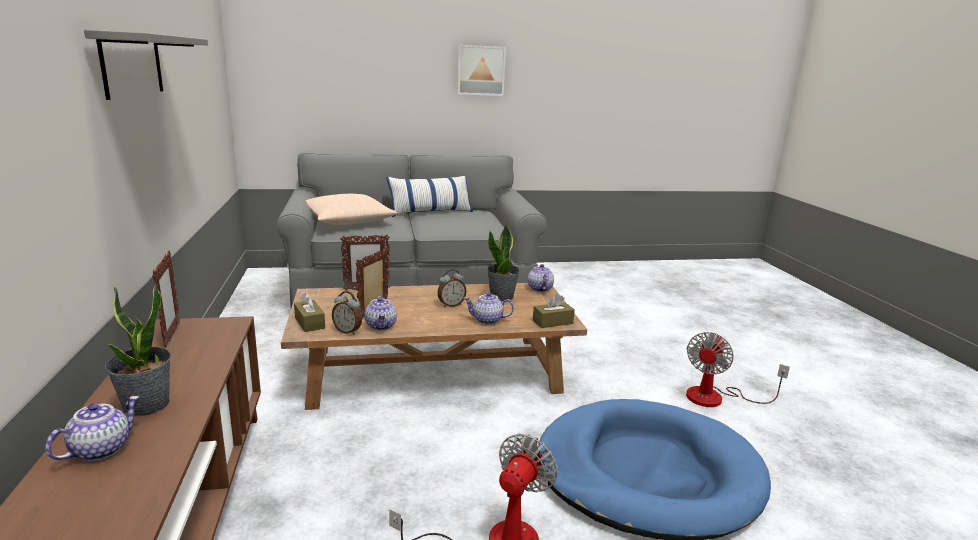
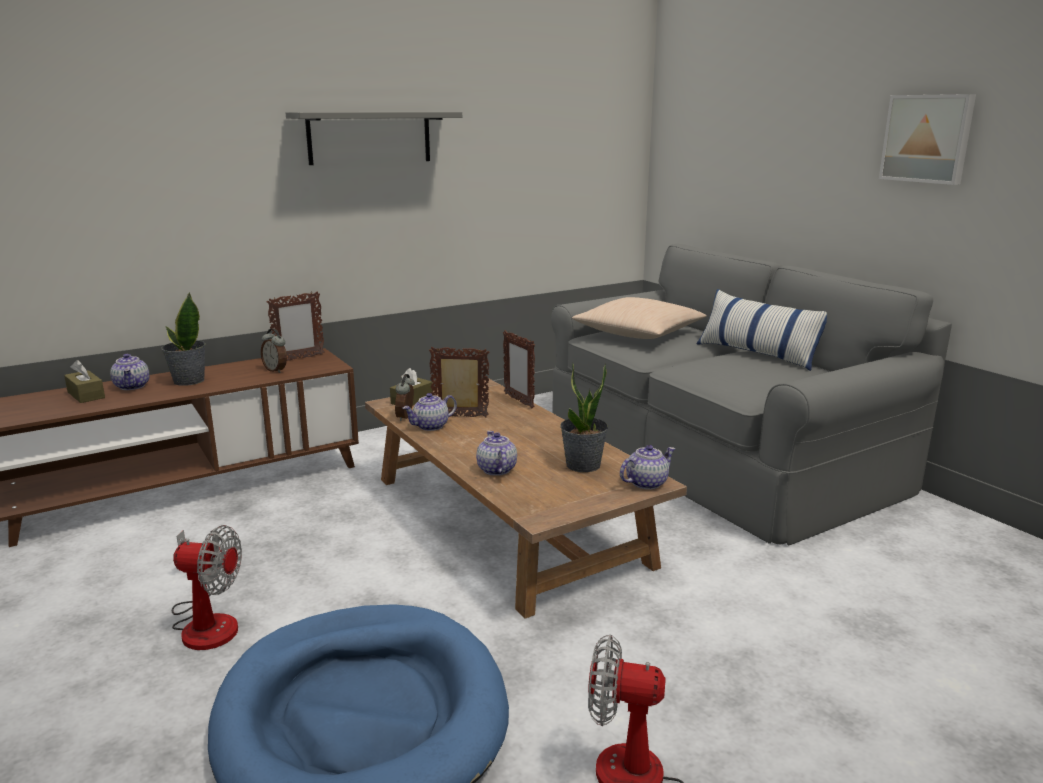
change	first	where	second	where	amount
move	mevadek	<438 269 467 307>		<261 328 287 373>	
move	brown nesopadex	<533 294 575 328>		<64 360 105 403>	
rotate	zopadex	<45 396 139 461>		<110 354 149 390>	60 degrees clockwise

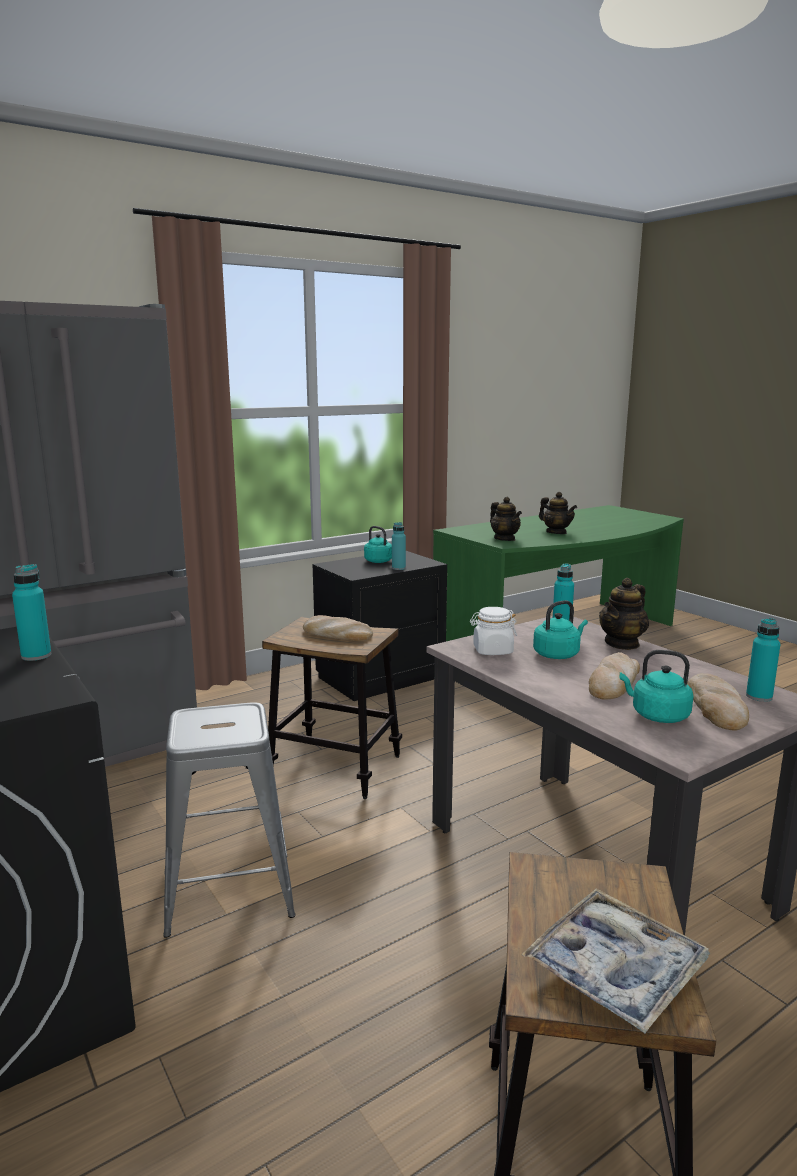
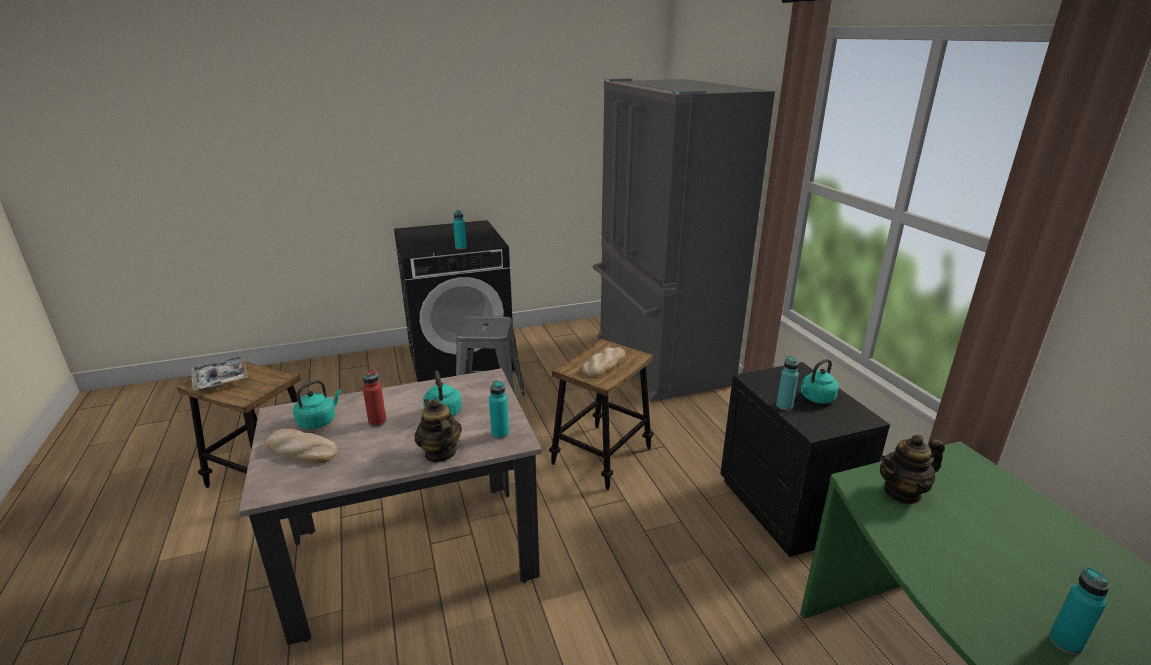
change	first	where	second	where	amount
delete	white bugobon	<470 607 517 655>			
delete	zopadex	<539 492 577 534>			
move	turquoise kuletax	<746 618 781 702>		<1049 567 1109 655>	
replace	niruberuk	<589 652 640 700>	red kuletax	<363 369 387 427>	

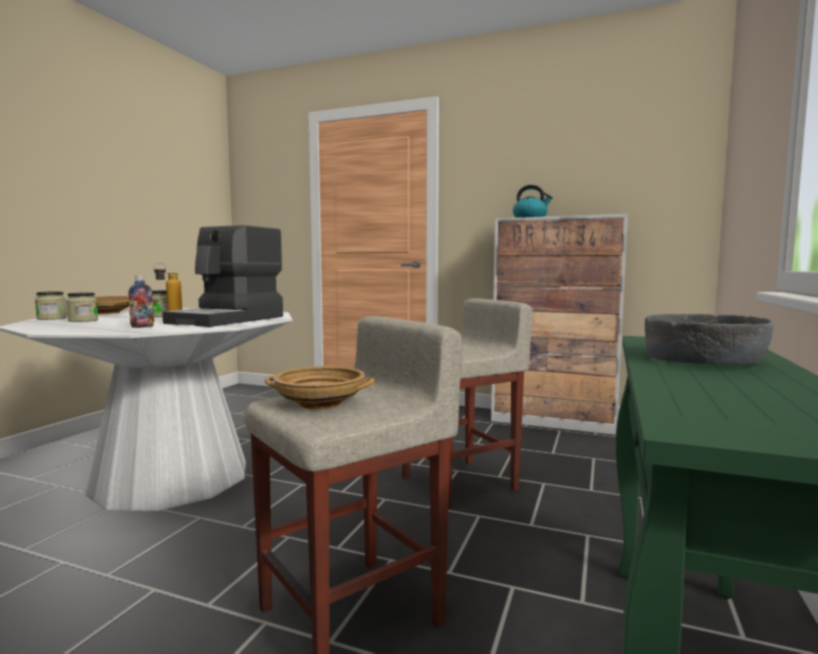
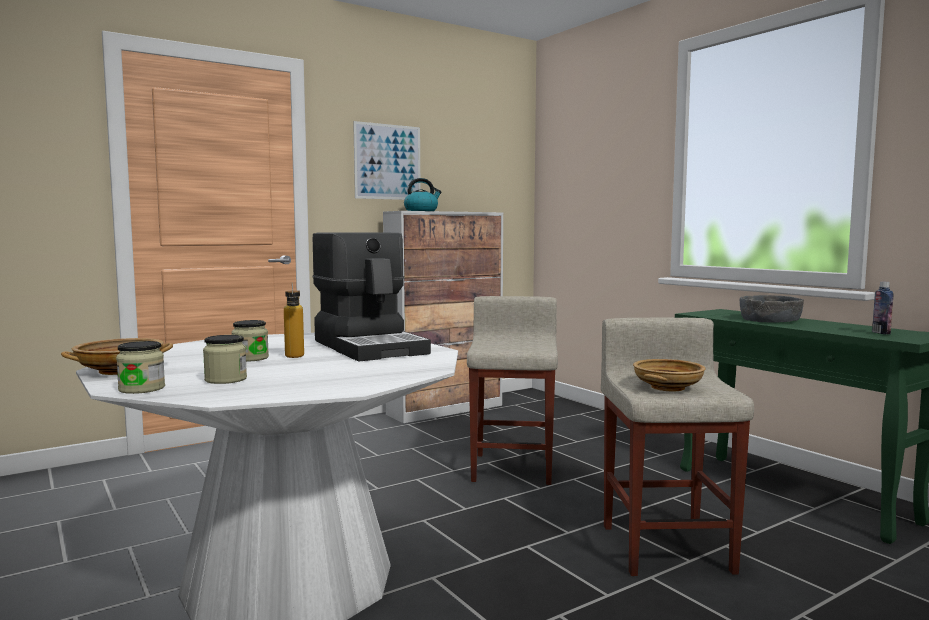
change	first	where	second	where	amount
insert			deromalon	<353 121 421 200>	
move	kuletax	<128 275 154 328>		<872 282 894 334>	

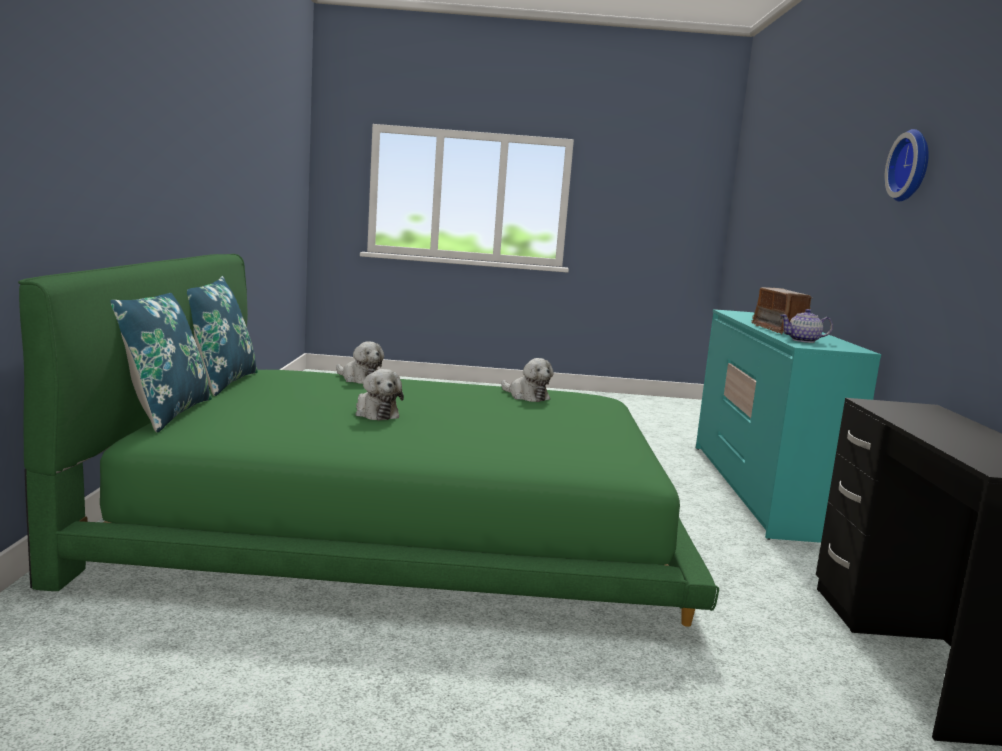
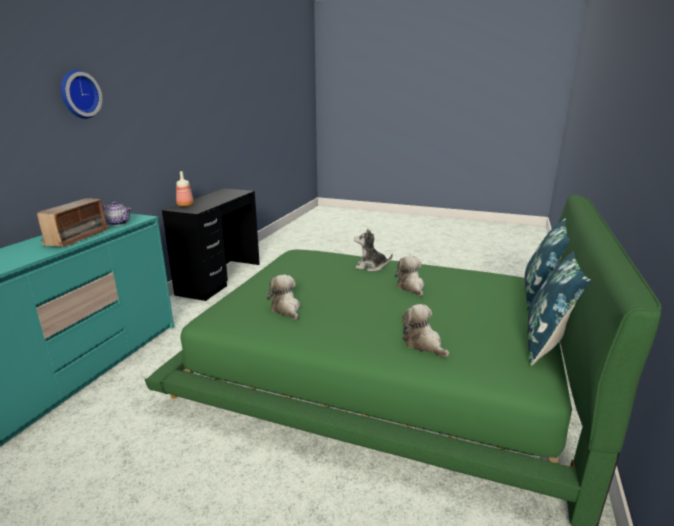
change	first	where	second	where	amount
insert			kuletax	<176 171 194 207>	
insert			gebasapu	<354 229 393 272>	

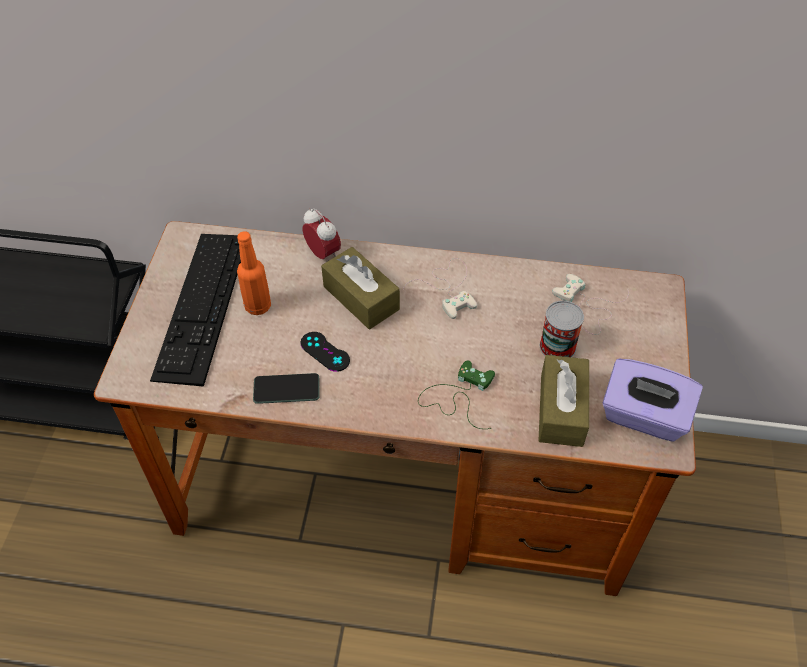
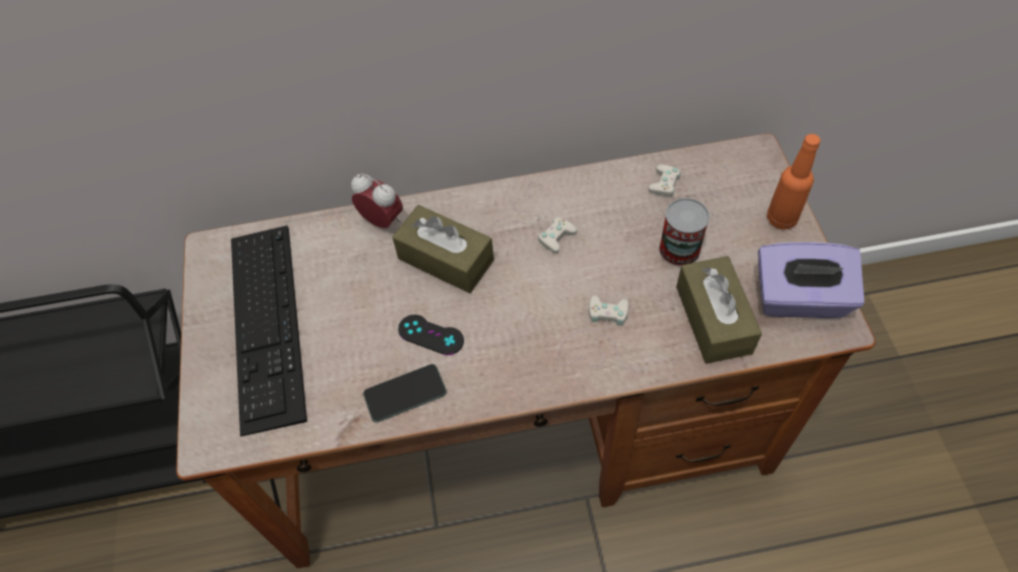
change	first	where	second	where	amount
move	orange kuletax	<237 231 271 315>		<767 134 821 230>	
recolor	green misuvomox	<418 360 495 429>	white misuvomox	<558 295 650 370>	

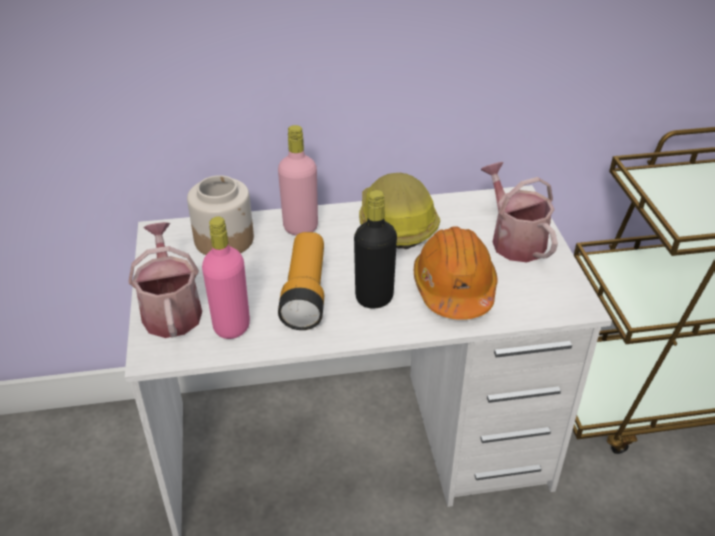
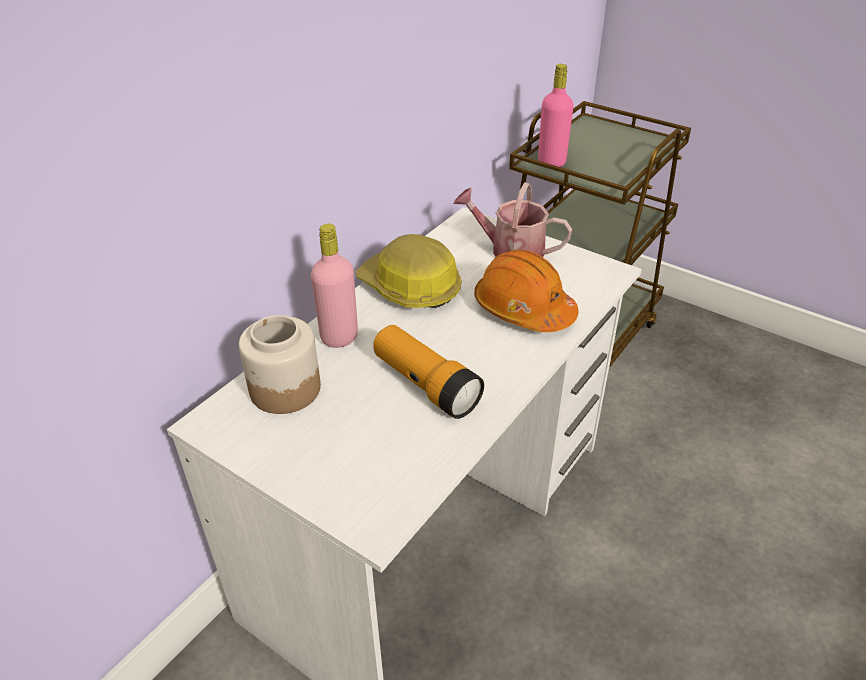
change	first	where	second	where	amount
delete	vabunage	<129 222 202 338>			
delete	black kuletax	<354 190 397 309>			
move	pink kuletax	<202 217 250 339>		<538 64 574 167>	

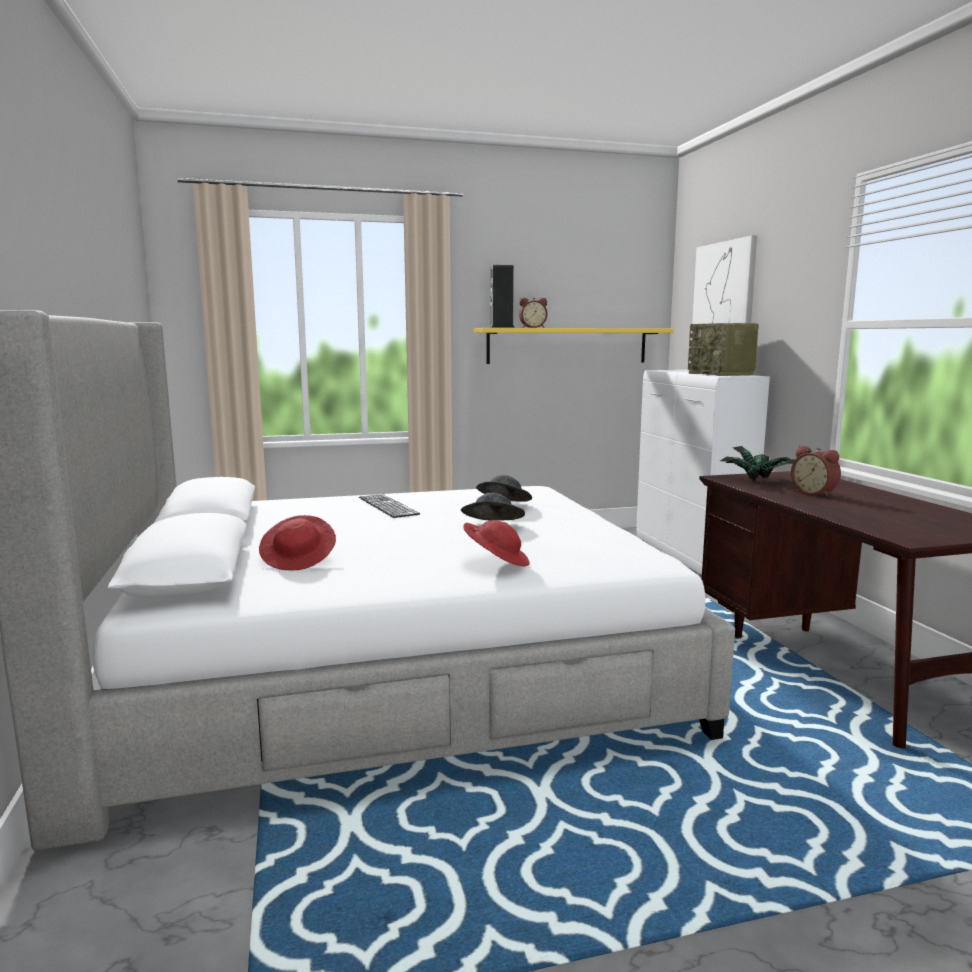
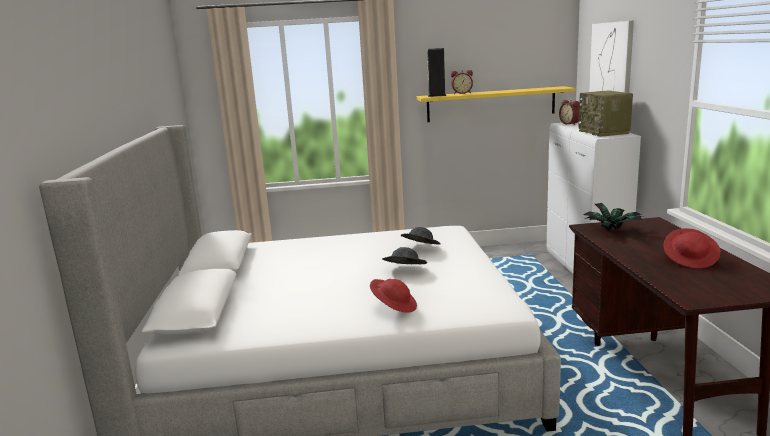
change	first	where	second	where	amount
delete	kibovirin	<359 494 420 518>			
move	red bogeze	<259 515 336 570>		<663 228 721 268>	
move	mevadek	<791 446 841 497>		<559 100 581 125>	

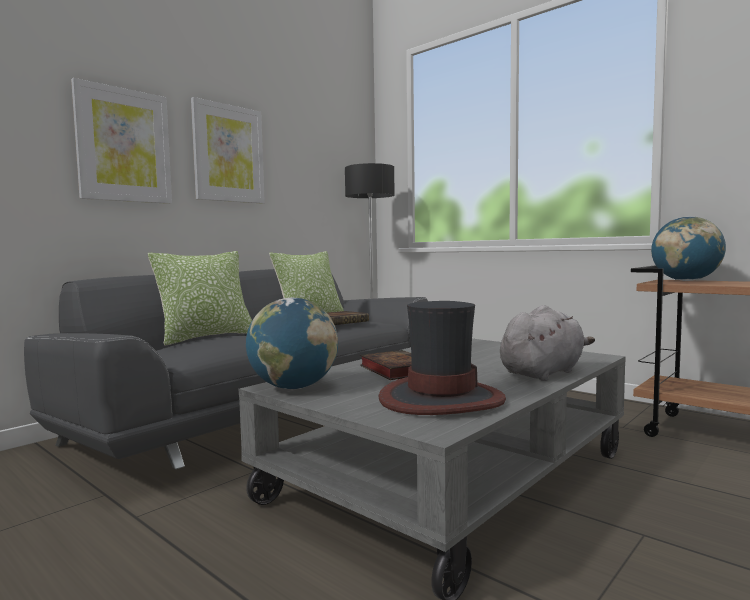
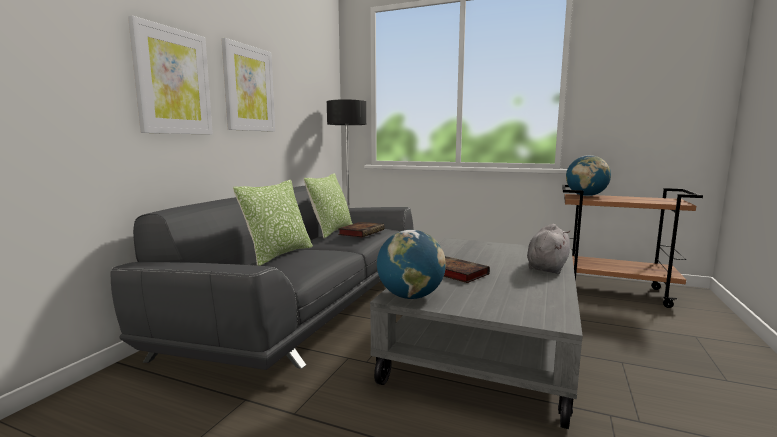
change	first	where	second	where	amount
delete	bogeze	<379 301 506 415>			

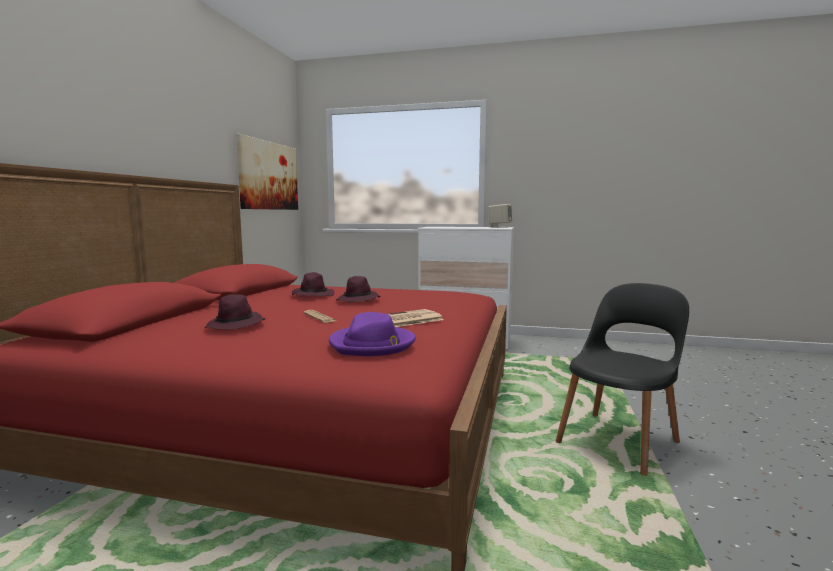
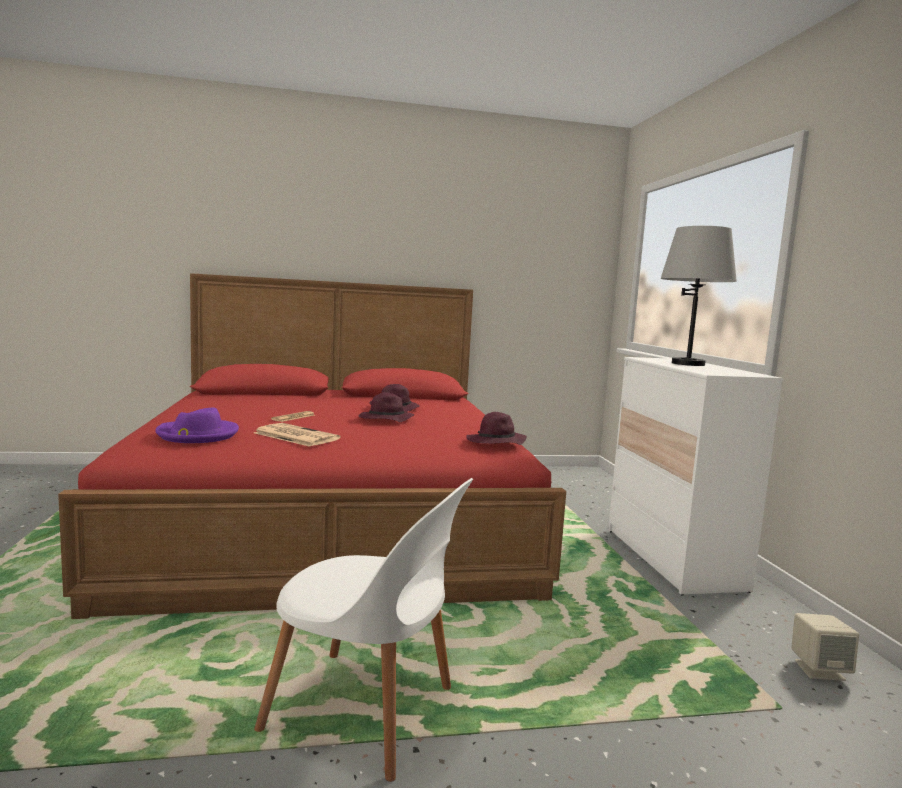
change	first	where	second	where	amount
delete	deromalon	<236 134 298 210>			
insert			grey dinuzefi	<660 226 737 366>	
move	purple bogeze	<205 294 266 330>		<466 412 527 445>	
move	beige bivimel	<489 204 512 228>		<791 613 859 681>	
recolor	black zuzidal	<556 283 689 476>	white zuzidal	<254 478 473 782>	

